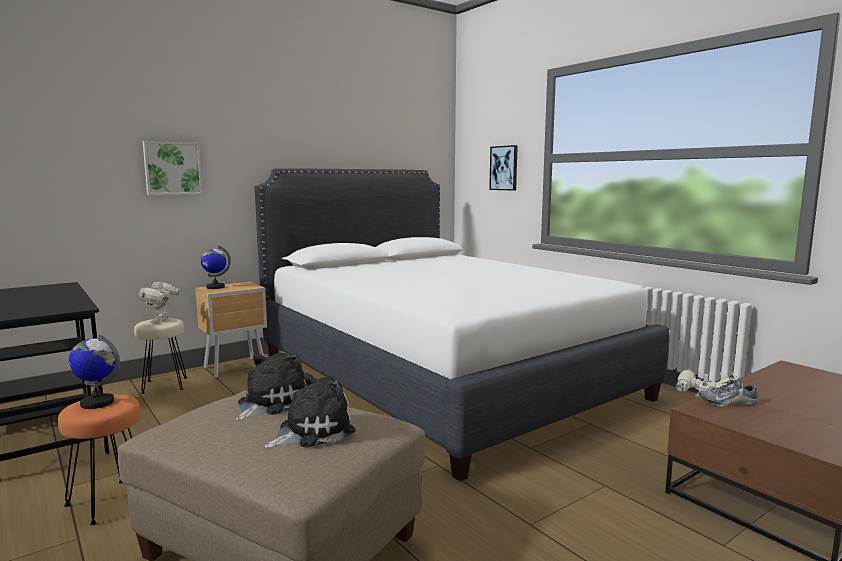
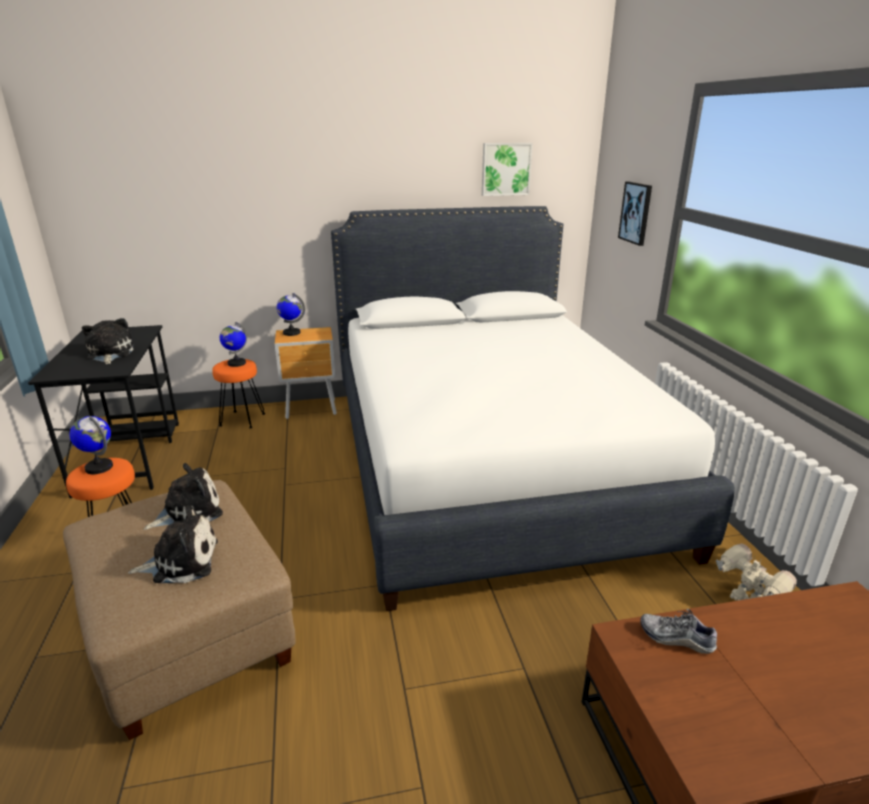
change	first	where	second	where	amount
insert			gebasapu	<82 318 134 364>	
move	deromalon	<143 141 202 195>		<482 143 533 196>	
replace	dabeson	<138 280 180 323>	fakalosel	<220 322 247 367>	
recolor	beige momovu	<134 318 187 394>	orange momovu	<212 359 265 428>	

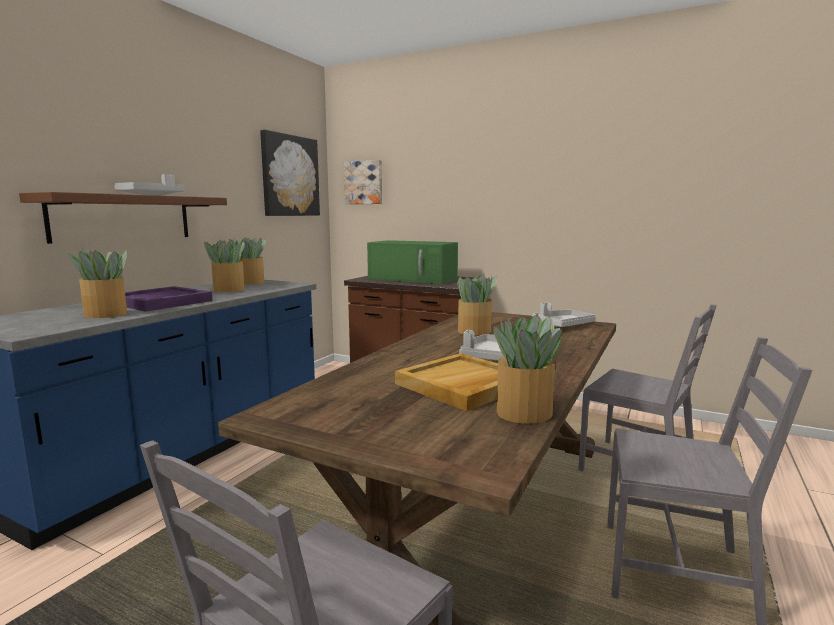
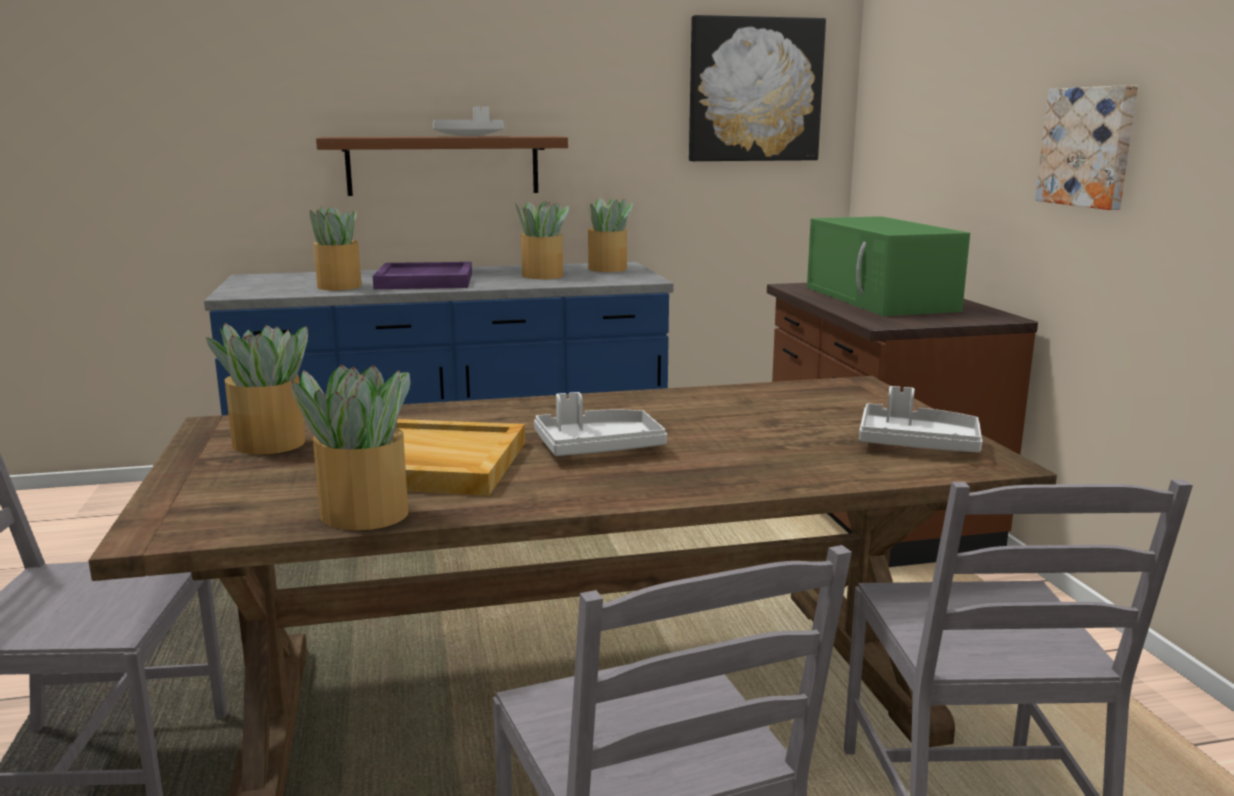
change	first	where	second	where	amount
move	deromalon	<344 160 382 204>		<1035 85 1138 210>	
move	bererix	<457 274 497 335>		<206 323 308 454>	

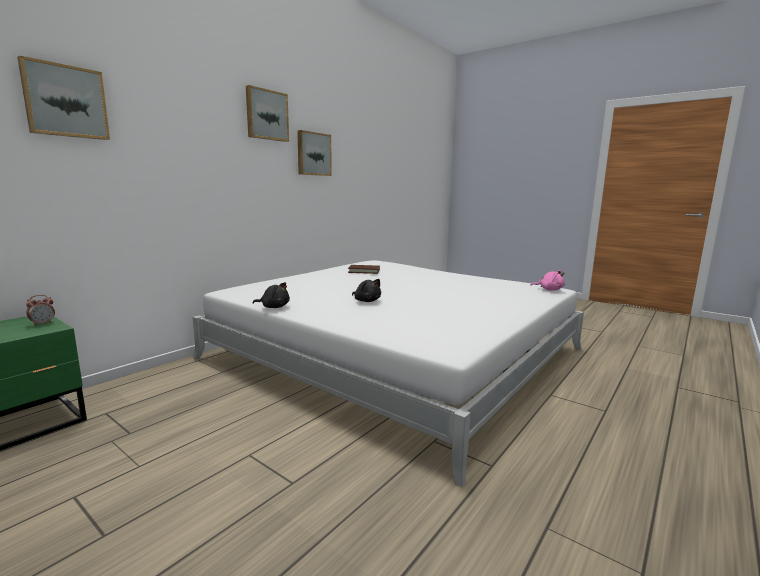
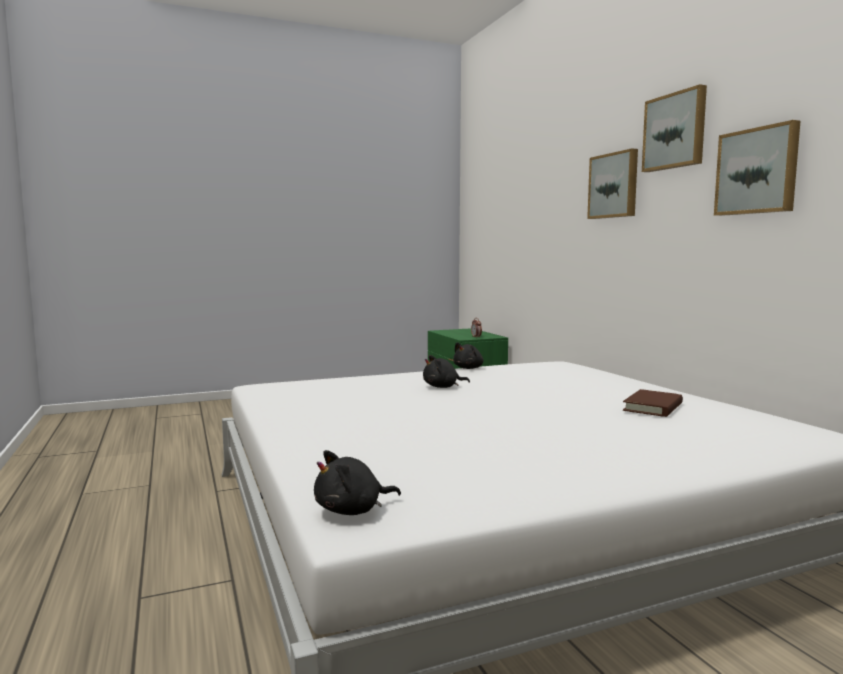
change	first	where	second	where	amount
move	deromalon	<17 55 110 140>		<587 148 638 219>	
recolor	pink gebasapu	<530 270 565 291>	black gebasapu	<314 450 401 515>	

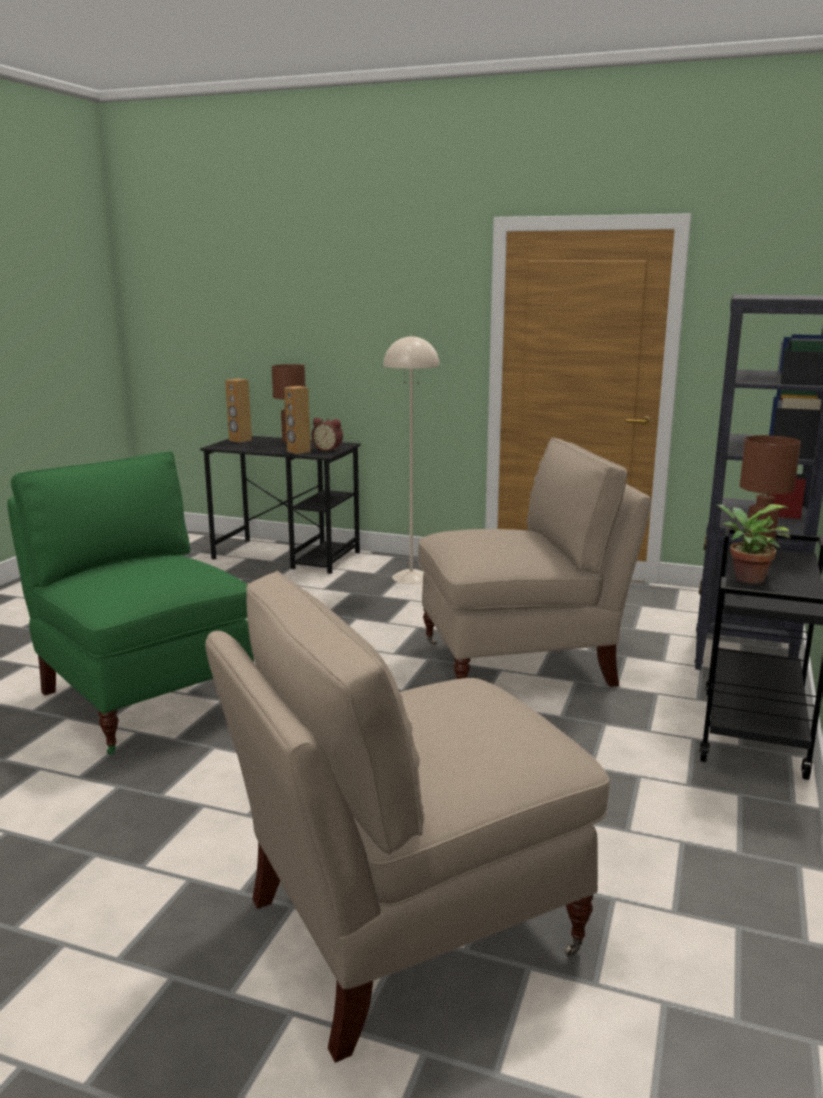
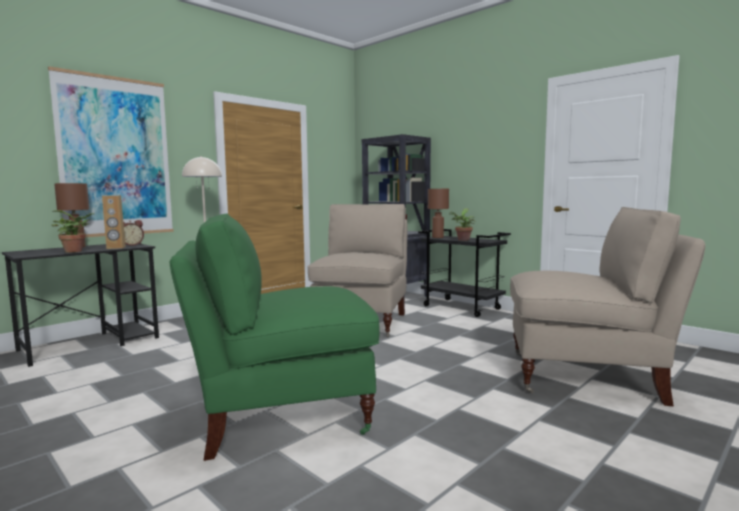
change	first	where	second	where	amount
delete	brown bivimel	<225 378 252 443>			
insert			deromalon	<48 66 174 237>	
insert			bererix	<52 210 94 253>	
rotate	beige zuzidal	<205 571 610 1063>		<510 207 705 406>	75 degrees counterclockwise

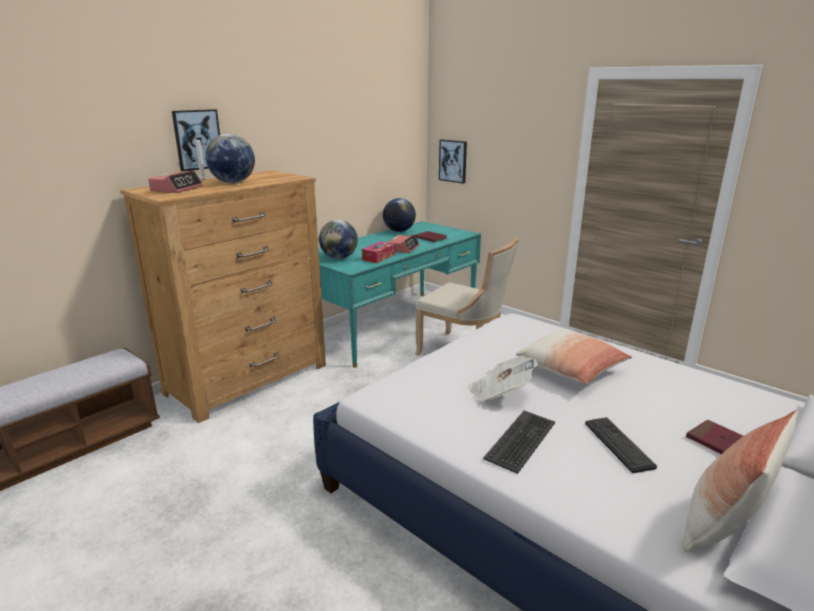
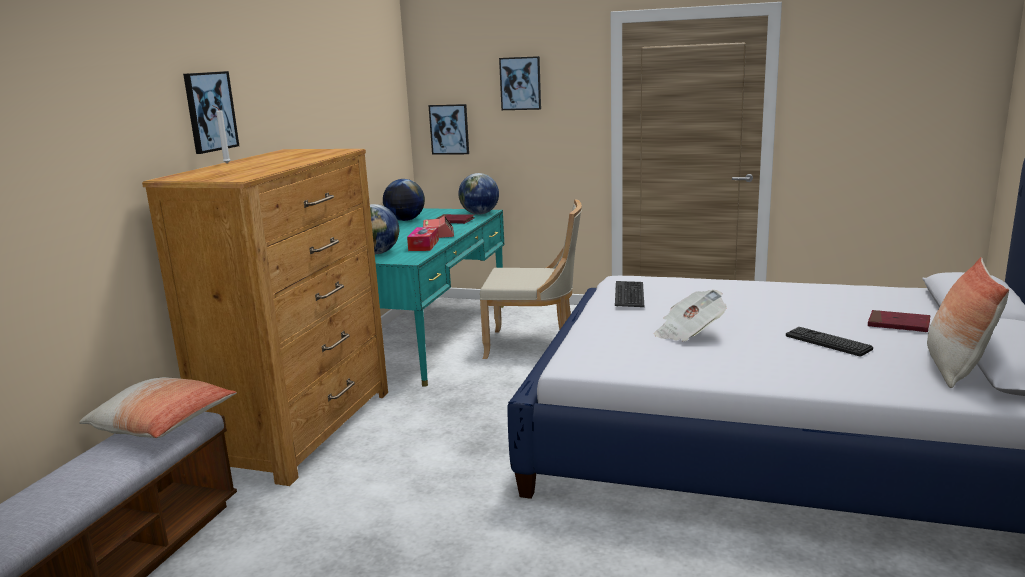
change	first	where	second	where	amount
delete	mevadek	<148 170 203 193>			
insert			deromalon	<499 56 541 110>	
move	fakalosel	<205 134 255 183>		<458 173 499 215>	
move	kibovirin	<483 411 555 474>		<615 281 644 307>	
move	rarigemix	<516 330 632 384>		<79 377 237 438>	

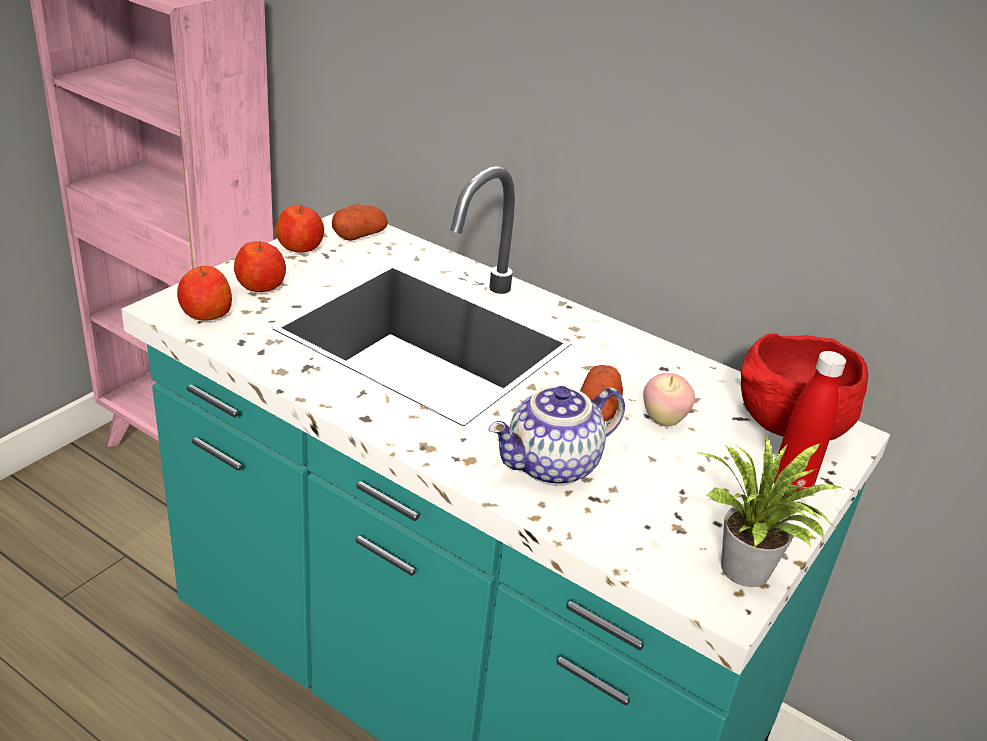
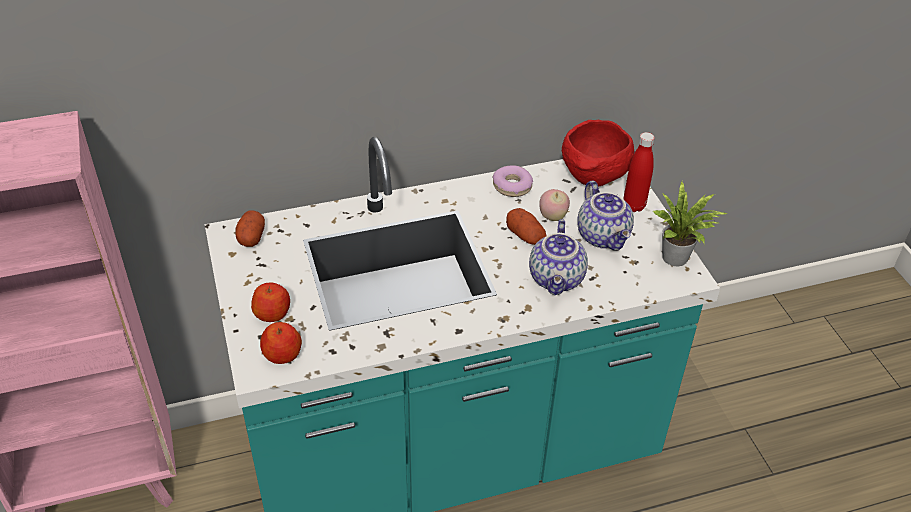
change	first	where	second	where	amount
delete	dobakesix	<275 205 324 253>			
insert			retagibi	<493 165 533 197>	
insert			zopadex	<577 181 634 251>	

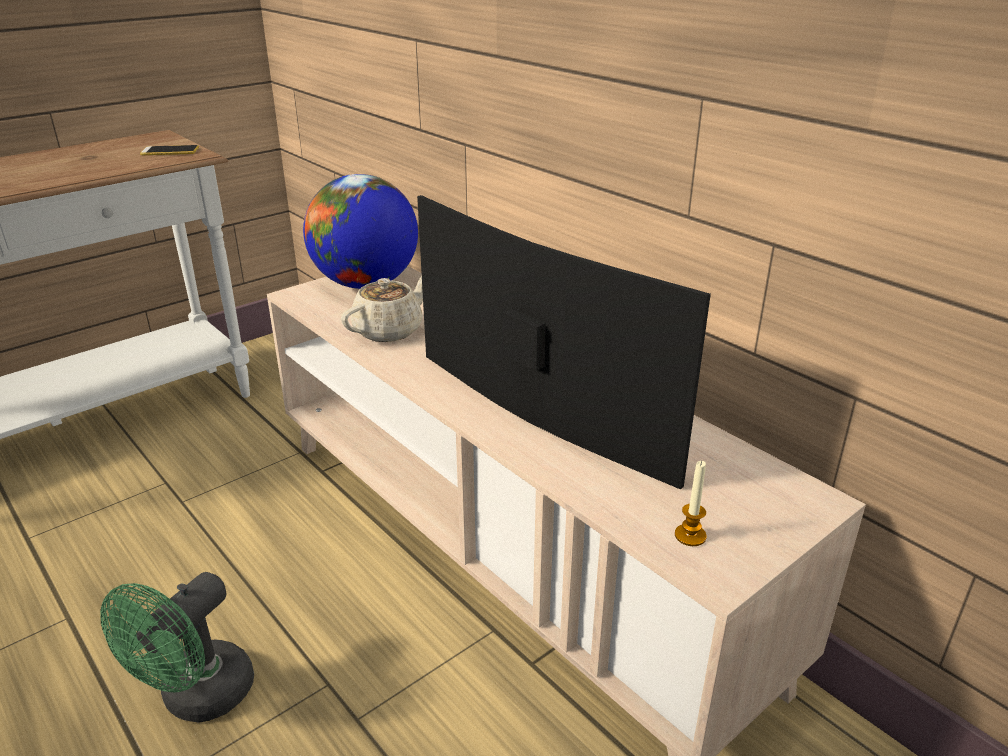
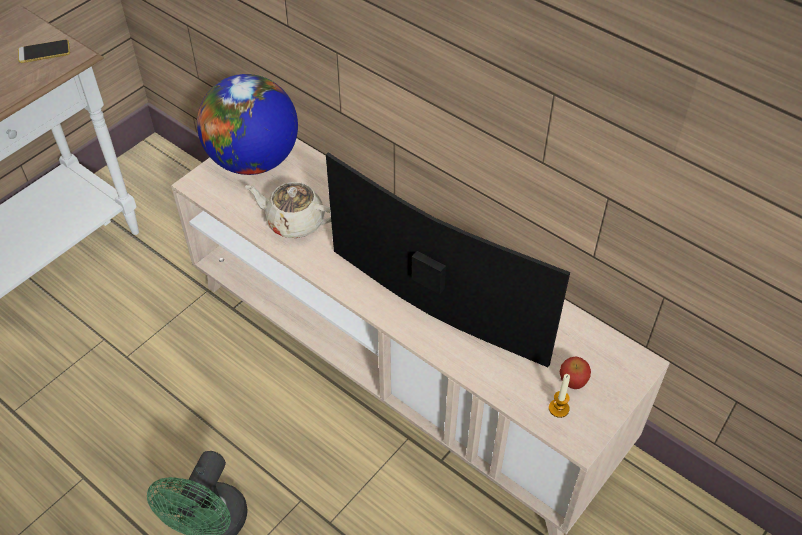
change	first	where	second	where	amount
insert			dobakesix	<560 356 591 389>	
rotate	beige zopadex	<341 276 423 342>		<245 182 331 238>	105 degrees counterclockwise

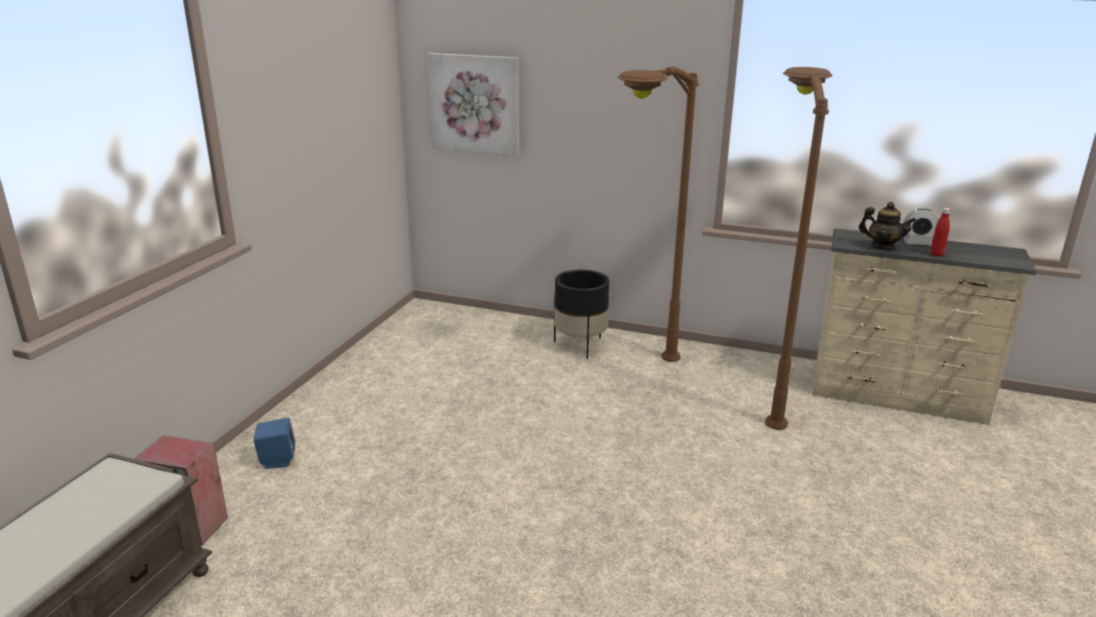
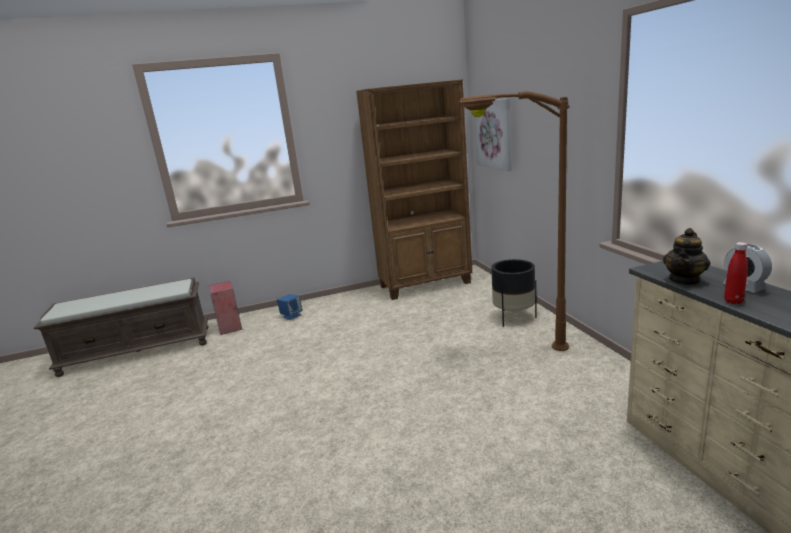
change	first	where	second	where	amount
delete	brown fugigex	<765 67 832 430>			
insert			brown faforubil	<356 79 472 300>	
rotate	zopadex	<859 202 916 250>		<663 228 710 285>	45 degrees clockwise

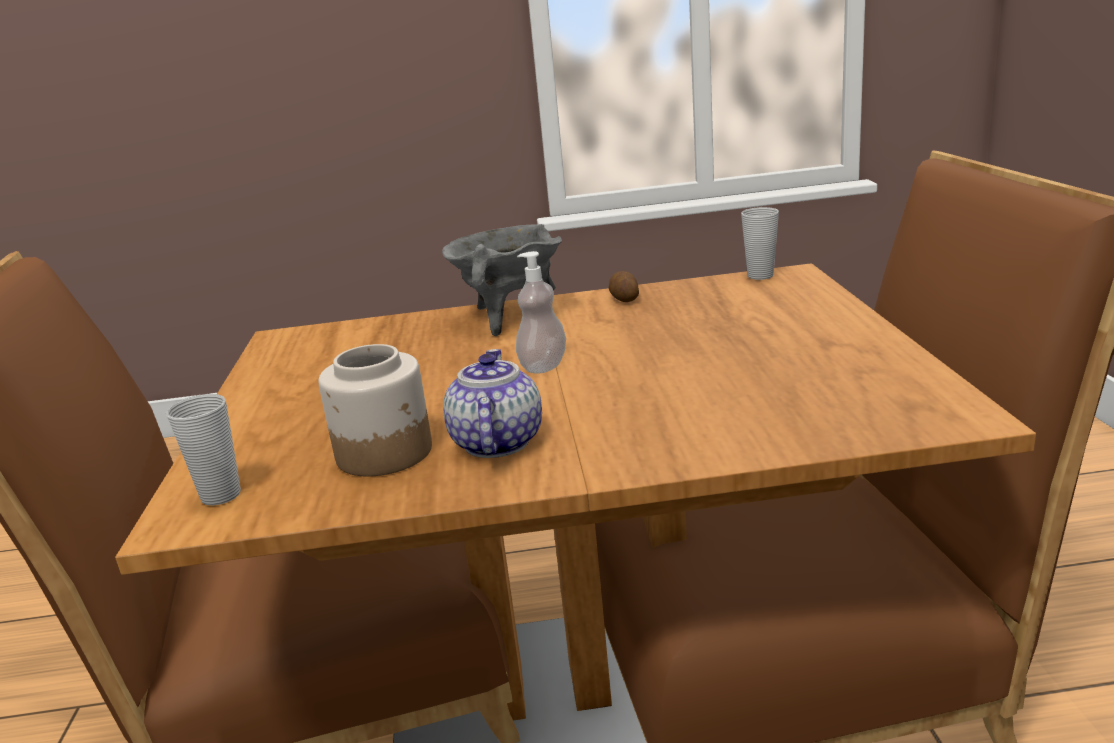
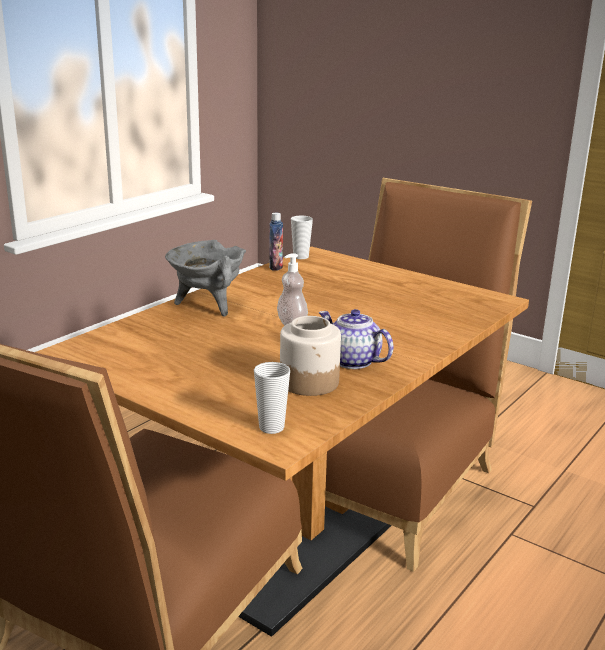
change	first	where	second	where	amount
delete	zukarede	<609 271 639 302>			
insert			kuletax	<269 213 283 271>	

